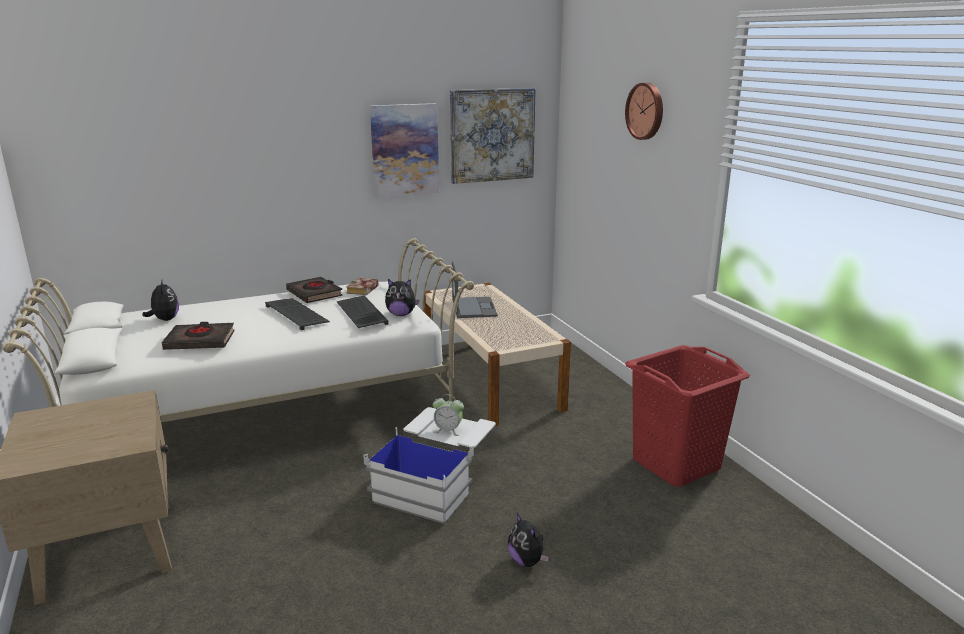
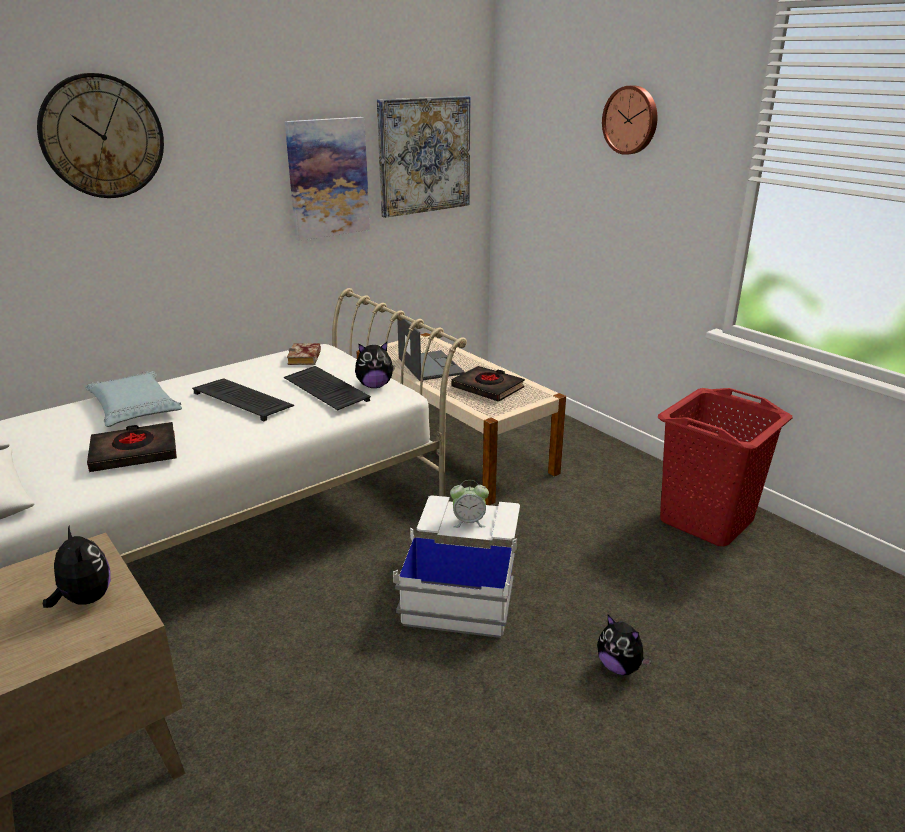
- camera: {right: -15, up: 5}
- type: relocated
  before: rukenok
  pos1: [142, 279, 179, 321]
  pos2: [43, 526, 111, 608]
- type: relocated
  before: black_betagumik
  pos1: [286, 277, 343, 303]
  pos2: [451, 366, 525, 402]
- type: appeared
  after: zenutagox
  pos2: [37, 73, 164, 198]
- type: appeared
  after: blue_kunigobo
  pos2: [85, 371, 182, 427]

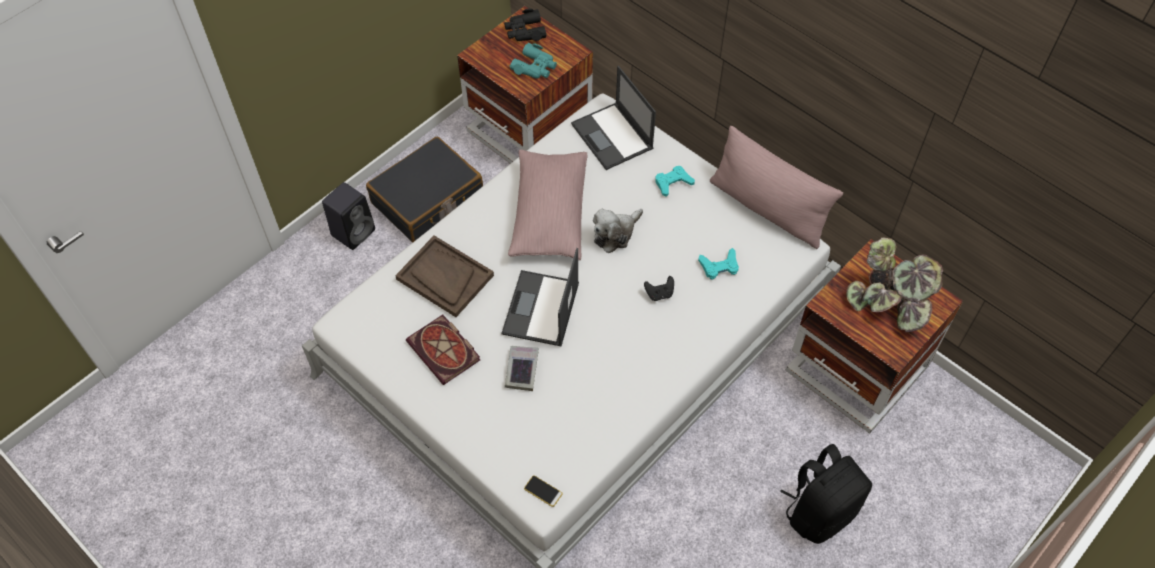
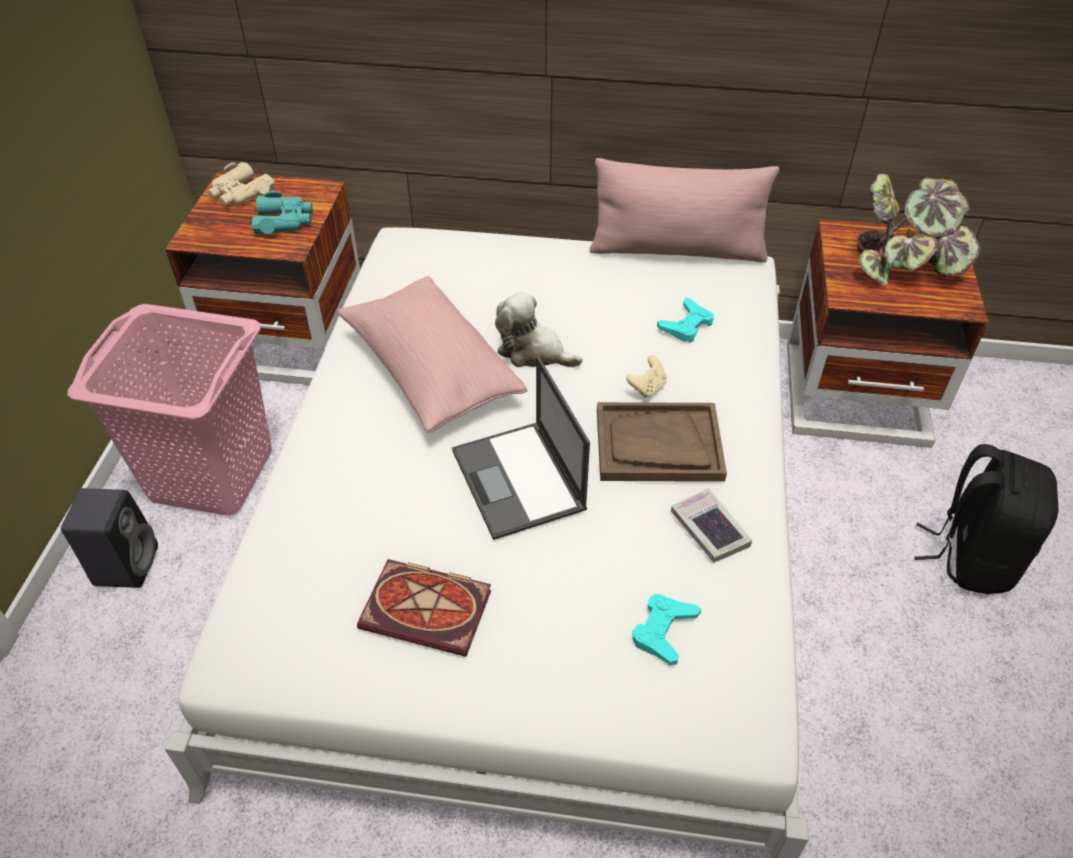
- camera: {right: -35, up: -10}
- type: exchanged
  before: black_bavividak
  after: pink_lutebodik
  pos1: [366, 137, 483, 243]
  pos2: [68, 304, 272, 516]
- type: relocated
  before: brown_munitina
  pos1: [395, 236, 494, 317]
  pos2: [597, 402, 727, 482]
- type: colour
  before: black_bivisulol
  after: beige_bivisulol
  pos1: [504, 9, 547, 41]
  pos2: [207, 162, 275, 206]
- type: relocated
  before: betagumik
  pos1: [505, 346, 539, 391]
  pos2: [671, 488, 752, 563]
- type: missing
  before: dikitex
  pos1: [524, 475, 563, 507]
- type: missing
  before: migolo
  pos1: [571, 66, 656, 170]
- type: spun
  before: rukenok
  pos1: [593, 209, 643, 253]
  pos2: [495, 291, 583, 367]
  turn: 105
- type: colour
  before: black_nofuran
  after: beige_nofuran
  pos1: [644, 276, 674, 301]
  pos2: [626, 355, 666, 398]
- type: relocated
  before: turquoise_nofuran
  pos1: [655, 166, 695, 197]
  pos2: [632, 594, 701, 665]

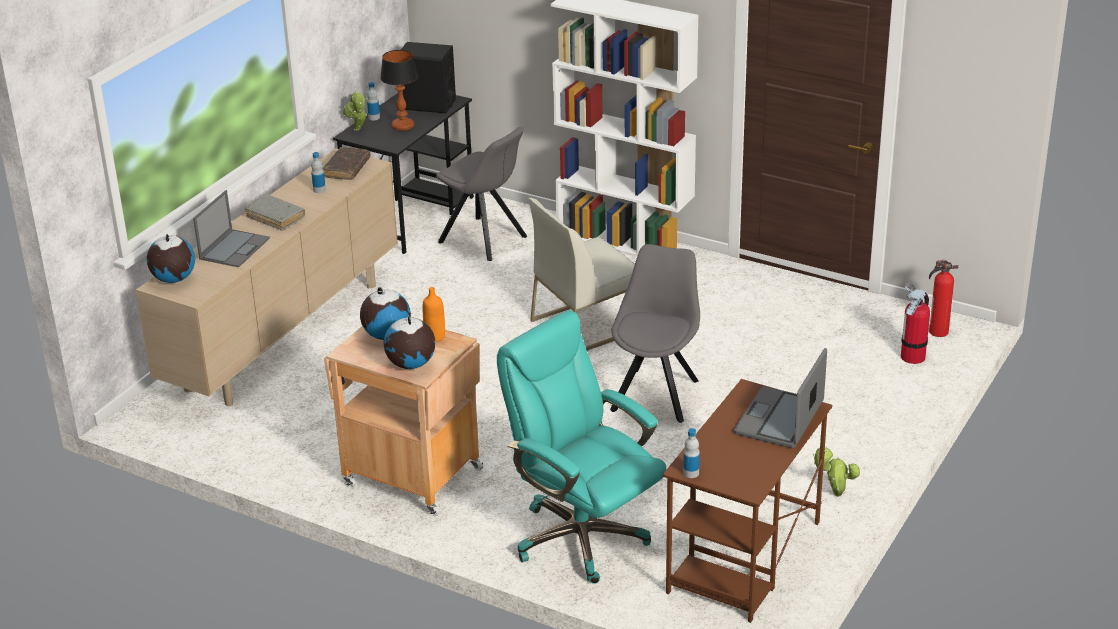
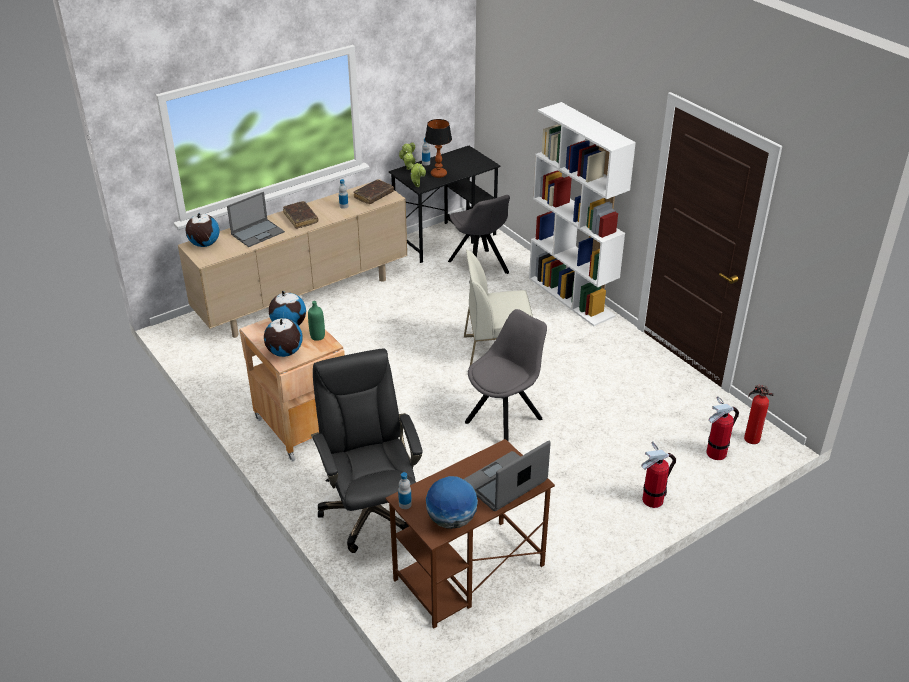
- camera: {right: 25, up: 5}
- type: colour
  before: grey_betagumik
  after: brown_betagumik
  pos1: [246, 195, 305, 231]
  pos2: [283, 201, 318, 229]
- type: missing
  before: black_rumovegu
  pos1: [401, 42, 456, 113]
- type: colour
  before: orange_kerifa
  after: green_kerifa
  pos1: [423, 287, 445, 342]
  pos2: [308, 301, 325, 341]
- type: colour
  before: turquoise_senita
  after: black_senita
  pos1: [497, 310, 666, 584]
  pos2: [311, 348, 423, 553]
- type: relocated
  before: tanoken
  pos1: [813, 447, 860, 497]
  pos2: [404, 153, 426, 187]
- type: appeared
  after: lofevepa
  pos2: [426, 476, 478, 529]
- type: appeared
  after: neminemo
  pos2: [642, 442, 676, 508]

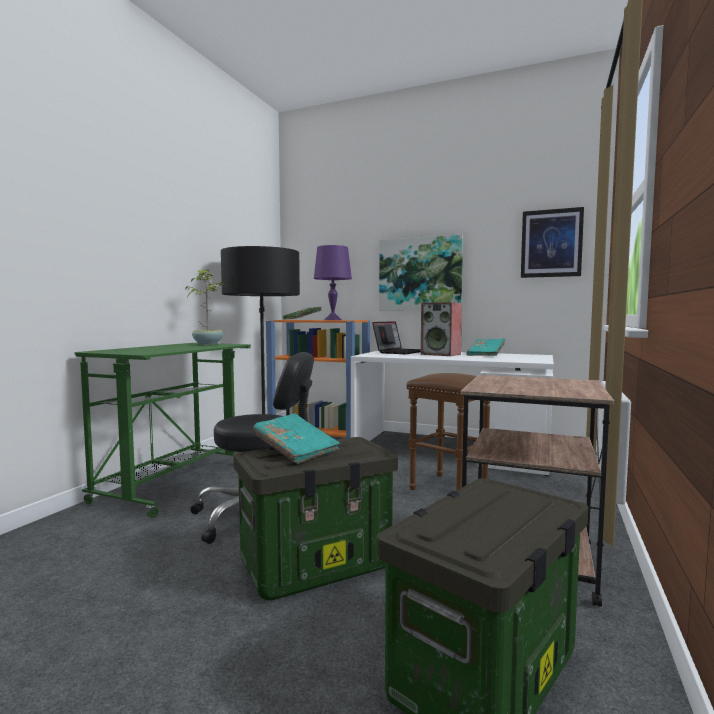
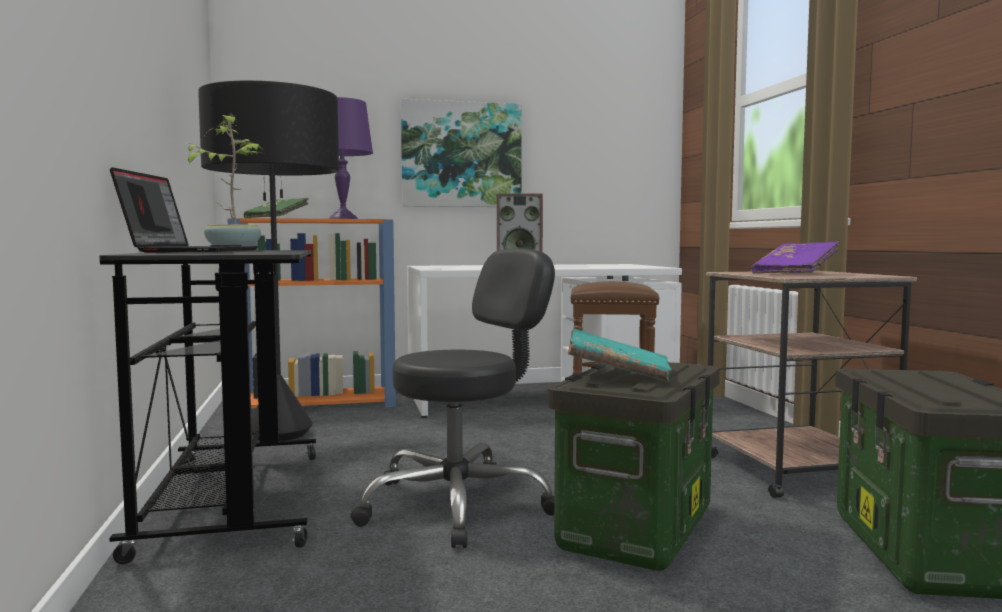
- camera: {right: -35, up: 0}
- type: colour
  before: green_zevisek
  after: black_zevisek
  pos1: [75, 343, 251, 518]
  pos2: [99, 250, 316, 564]
- type: relocated
  before: migolo
  pos1: [372, 321, 421, 354]
  pos2: [110, 167, 258, 253]
- type: missing
  before: turquoise_betagumik
  pos1: [466, 339, 505, 356]
- type: missing
  before: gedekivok
  pos1: [521, 207, 584, 278]
- type: appeared
  after: purple_betagumik
  pos2: [751, 241, 840, 274]

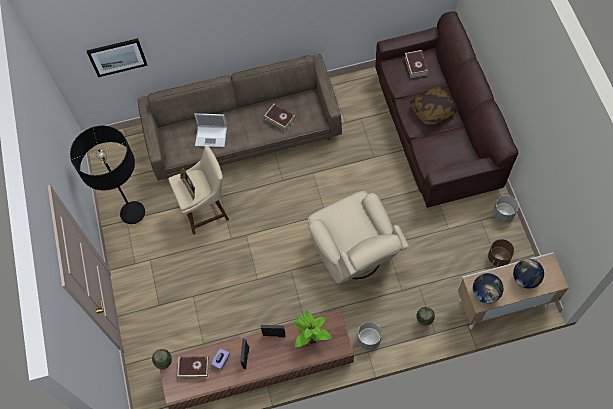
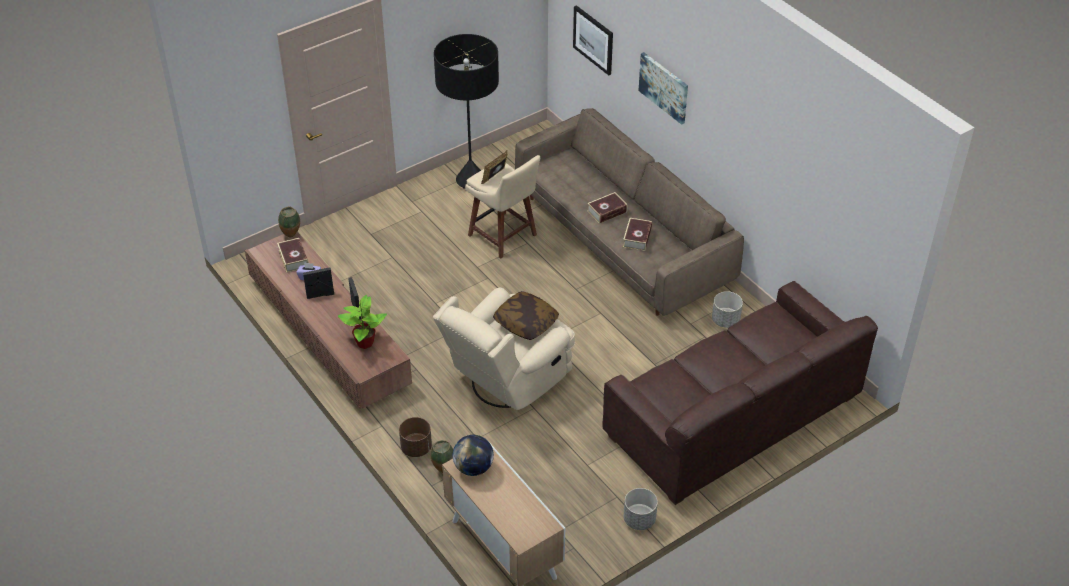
- camera: {right: 65, up: -20}
- type: missing
  before: migolo
  pos1: [194, 113, 227, 147]
- type: relocated
  before: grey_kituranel
  pos1: [358, 322, 382, 350]
  pos2: [712, 291, 743, 328]
- type: relocated
  before: betagumik
  pos1: [405, 50, 428, 78]
  pos2: [587, 192, 628, 224]
- type: relocated
  before: kunigobo
  pos1: [410, 86, 458, 126]
  pos2: [493, 291, 559, 340]
- type: relocated
  before: brown_kituranel
  pos1: [488, 239, 514, 267]
  pos2: [399, 417, 432, 457]
- type: missing
  before: lofevepa
  pos1: [513, 259, 544, 289]
- type: appeared
  after: gedekivok
  pos2: [638, 52, 688, 125]

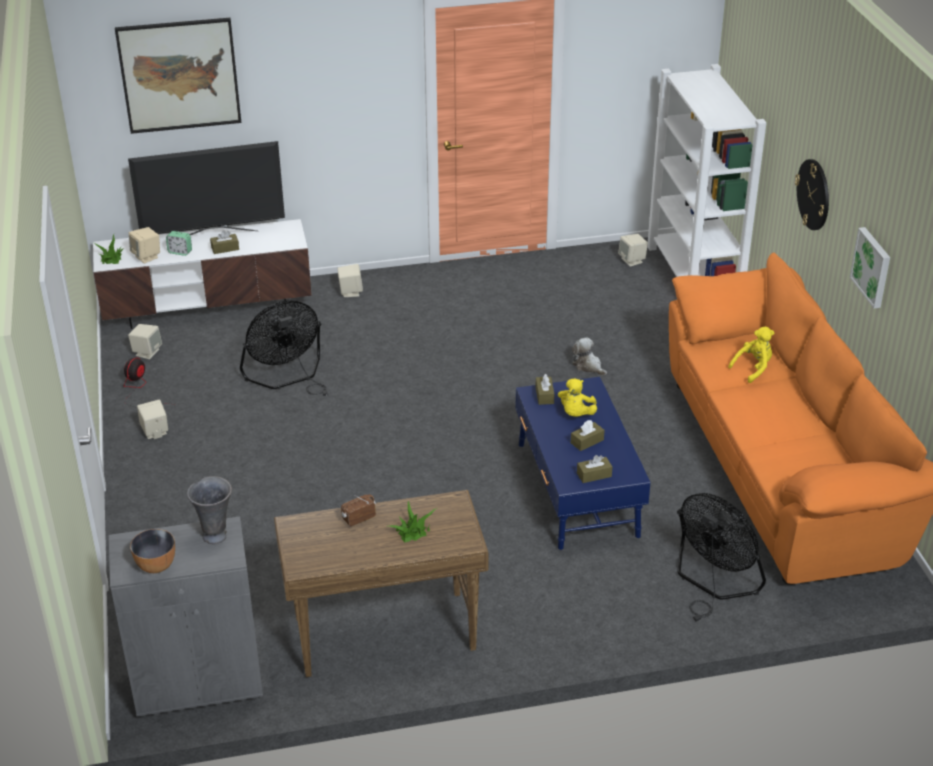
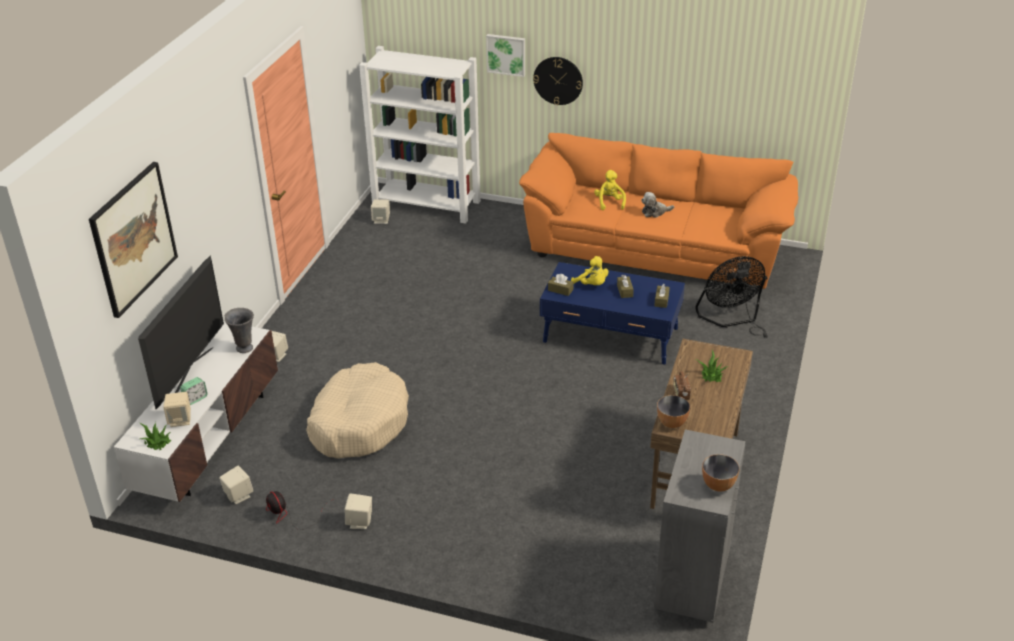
- camera: {right: -60, up: 0}
- type: relocated
  before: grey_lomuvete
  pos1: [187, 476, 232, 544]
  pos2: [225, 308, 254, 353]
- type: missing
  before: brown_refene
  pos1: [210, 230, 239, 254]
- type: exchanged
  before: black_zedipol
  after: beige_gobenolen
  pos1: [240, 300, 328, 396]
  pos2: [306, 362, 409, 459]
- type: relocated
  before: rukenok
  pos1: [572, 337, 607, 376]
  pos2: [641, 192, 674, 218]
- type: relocated
  before: gedekivok
  pos1: [850, 227, 890, 309]
  pos2: [486, 34, 525, 77]
- type: appeared
  after: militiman
  pos2: [657, 395, 690, 428]

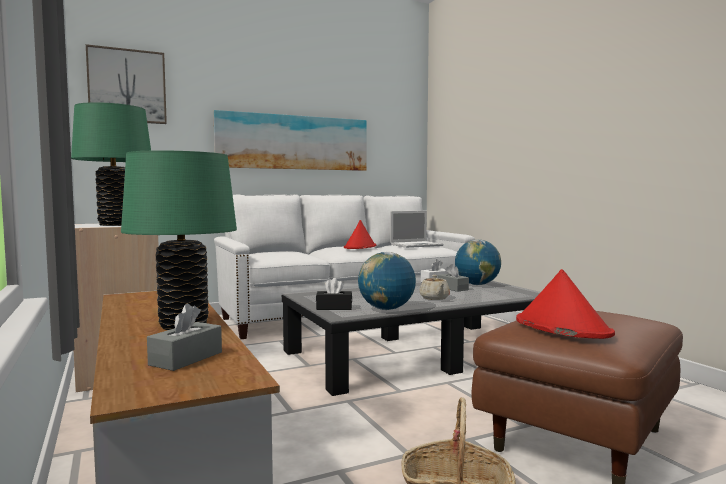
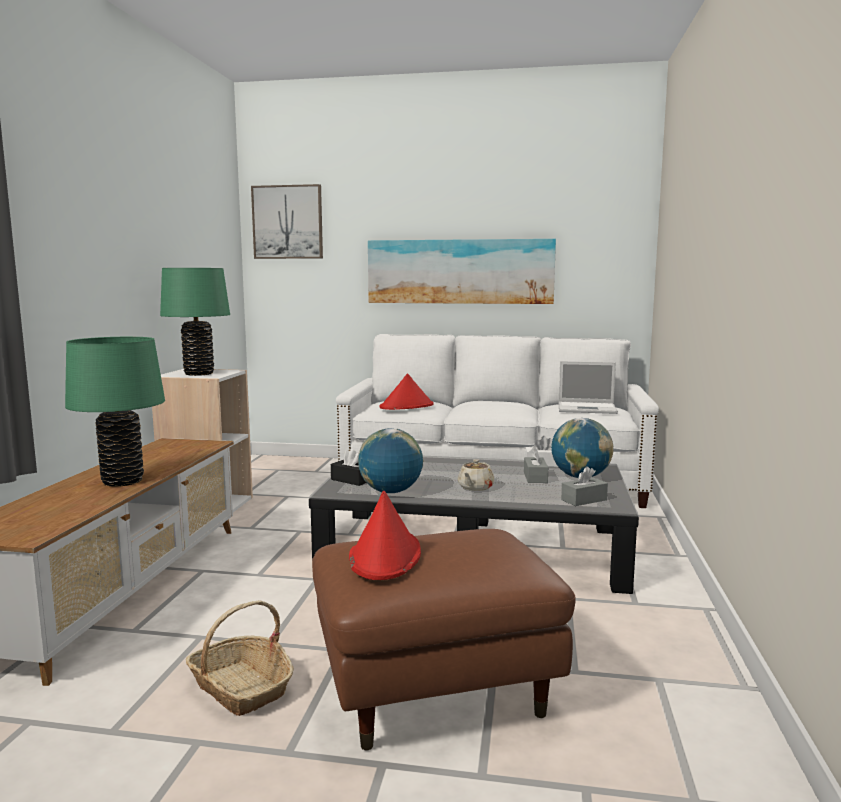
- camera: {right: 35, up: 5}
- type: relocated
  before: grey_refene
  pos1: [147, 304, 222, 371]
  pos2: [561, 466, 608, 506]
- type: relocated
  before: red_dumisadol
  pos1: [344, 220, 376, 249]
  pos2: [380, 374, 434, 410]

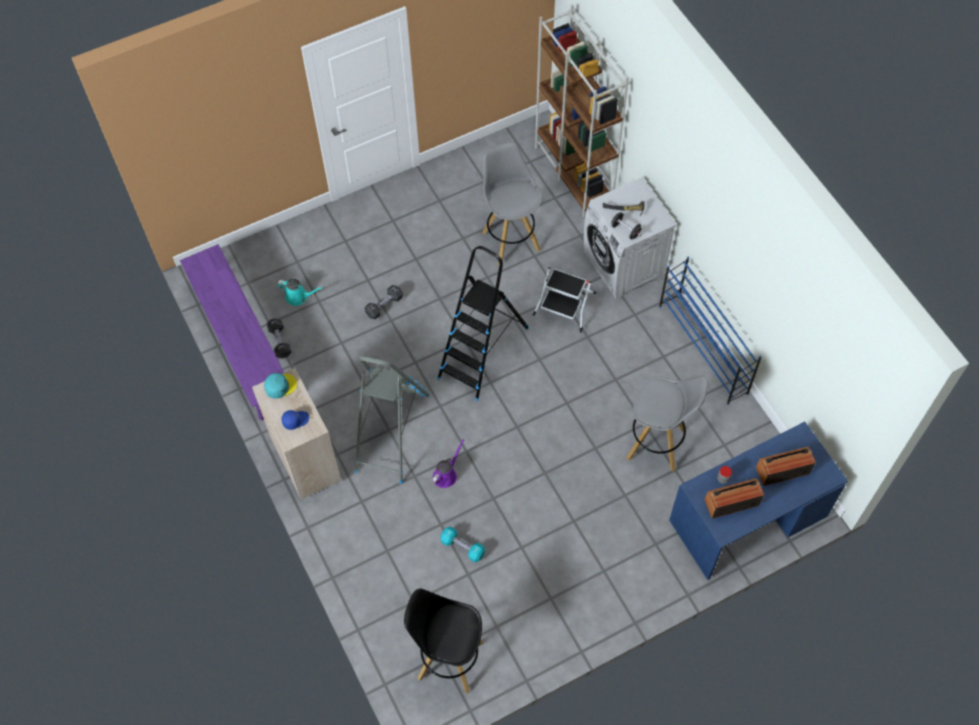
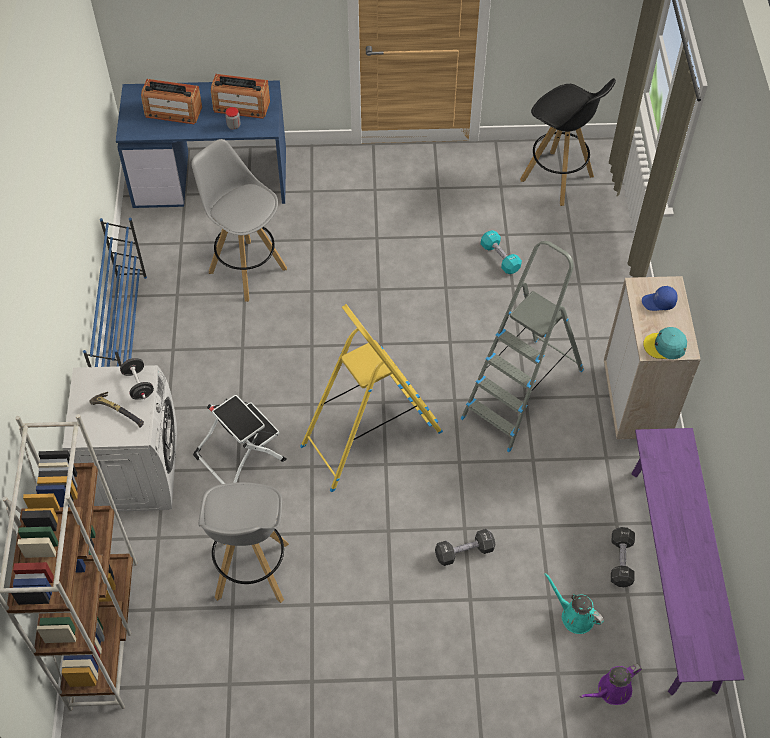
- camera: {right: -155, up: -5}
- type: relocated
  before: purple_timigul
  pos1: [432, 439, 465, 488]
  pos2: [580, 664, 642, 705]
- type: colour
  before: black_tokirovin
  after: yellow_tokirovin
  pos1: [437, 246, 529, 401]
  pos2: [300, 304, 443, 492]

